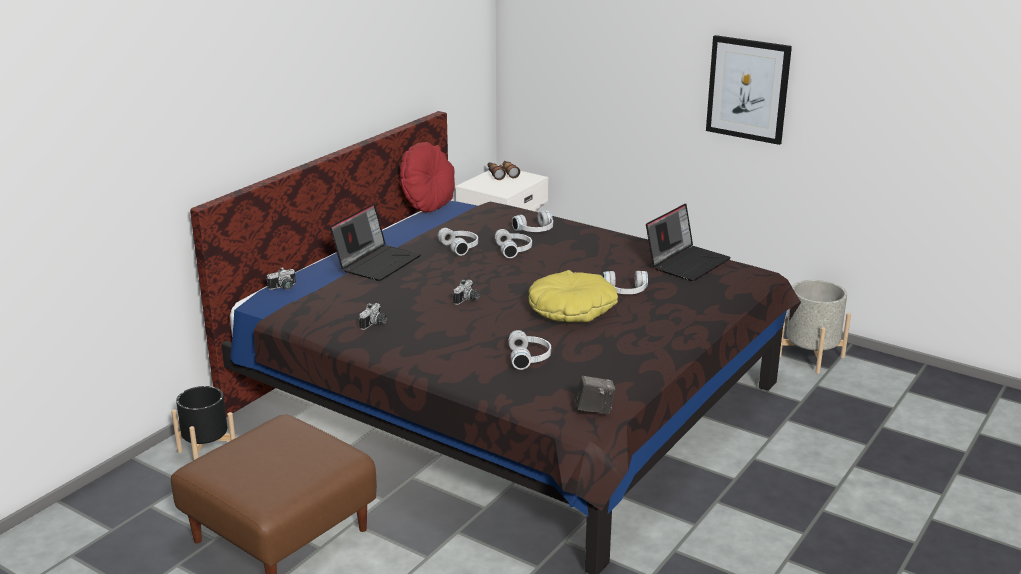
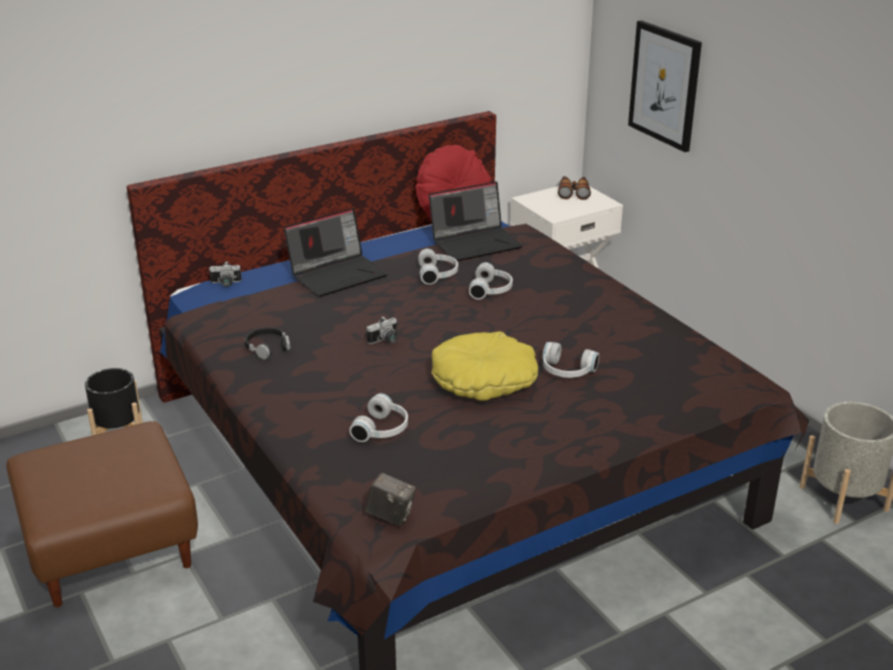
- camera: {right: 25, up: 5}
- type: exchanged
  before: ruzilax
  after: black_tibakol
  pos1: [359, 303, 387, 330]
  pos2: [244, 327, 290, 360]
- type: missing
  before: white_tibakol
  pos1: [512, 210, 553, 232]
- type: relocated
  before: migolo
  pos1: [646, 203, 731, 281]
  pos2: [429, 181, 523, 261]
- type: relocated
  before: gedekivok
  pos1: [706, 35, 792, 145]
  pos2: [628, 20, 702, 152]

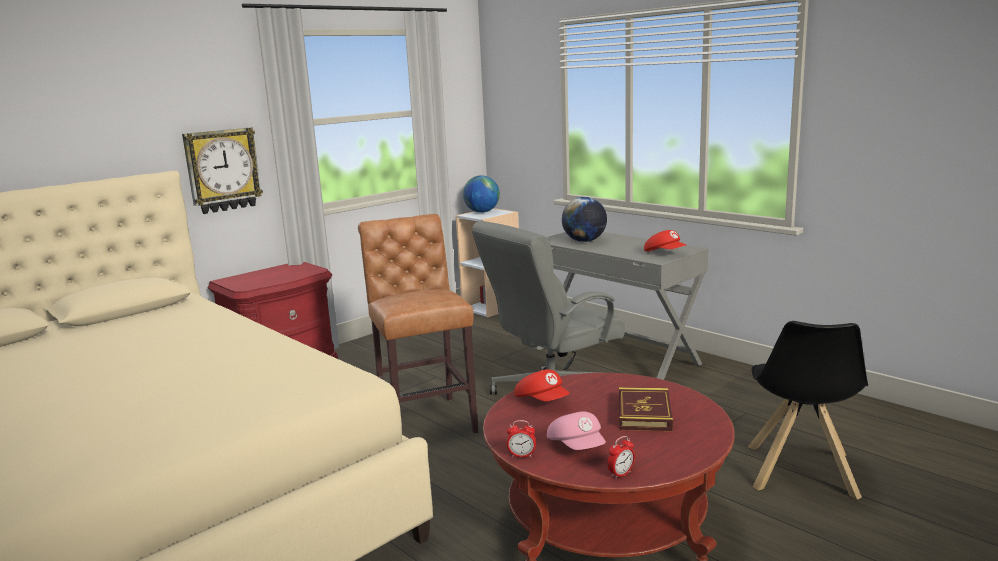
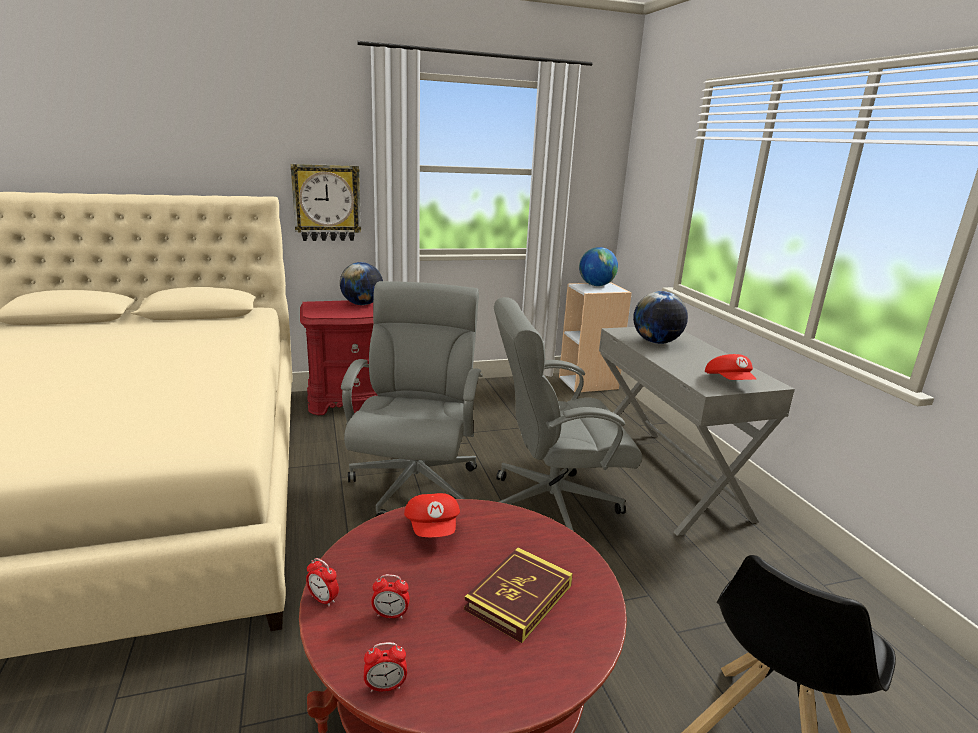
- camera: {right: 25, up: 5}
- type: exchanged
  before: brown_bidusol
  after: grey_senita
  pos1: [358, 214, 478, 433]
  pos2: [341, 281, 483, 516]
- type: exchanged
  before: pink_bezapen
  after: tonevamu
  pos1: [547, 411, 606, 450]
  pos2: [371, 574, 410, 619]
- type: appeared
  after: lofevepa
  pos2: [340, 262, 383, 305]

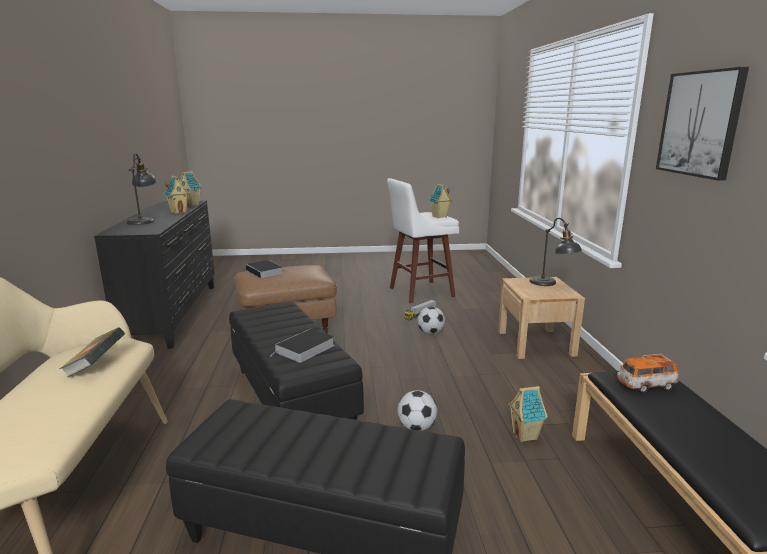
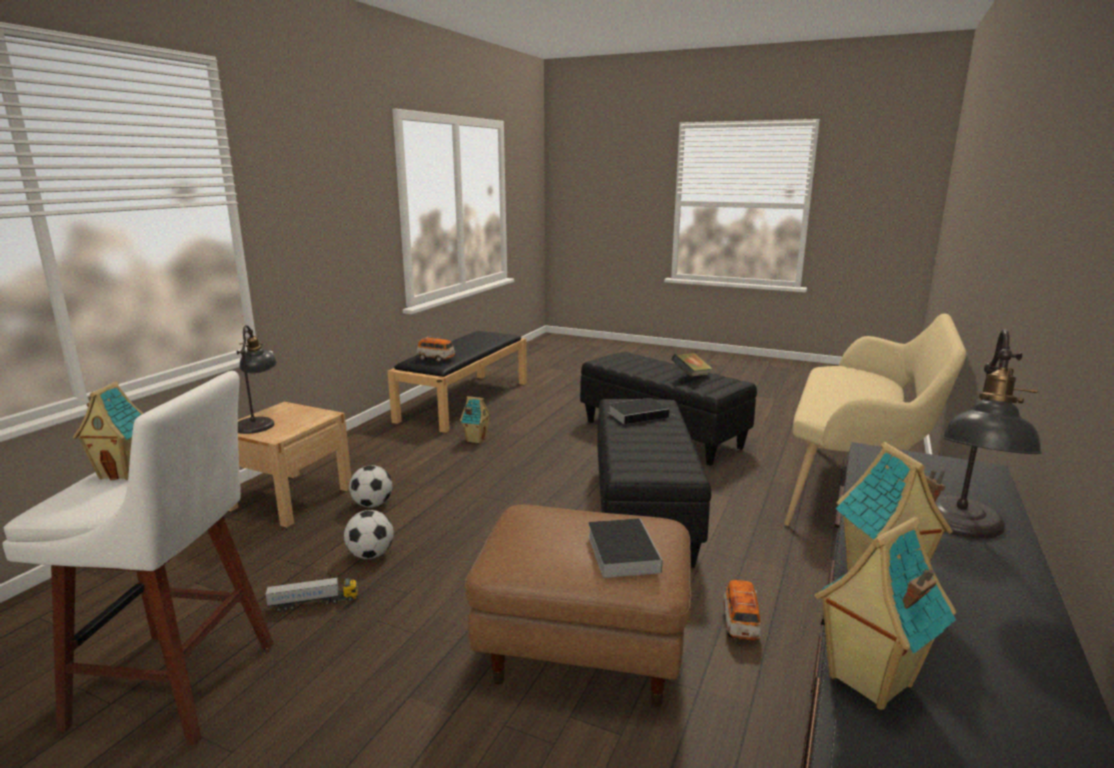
- camera: {right: -150, up: 0}
- type: relocated
  before: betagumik
  pos1: [59, 327, 125, 377]
  pos2: [671, 353, 713, 377]
- type: relocated
  before: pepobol
  pos1: [397, 390, 437, 431]
  pos2: [349, 465, 392, 507]
- type: missing
  before: gedekivok
  pos1: [656, 67, 749, 181]
- type: appeared
  after: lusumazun
  pos2: [723, 580, 762, 640]

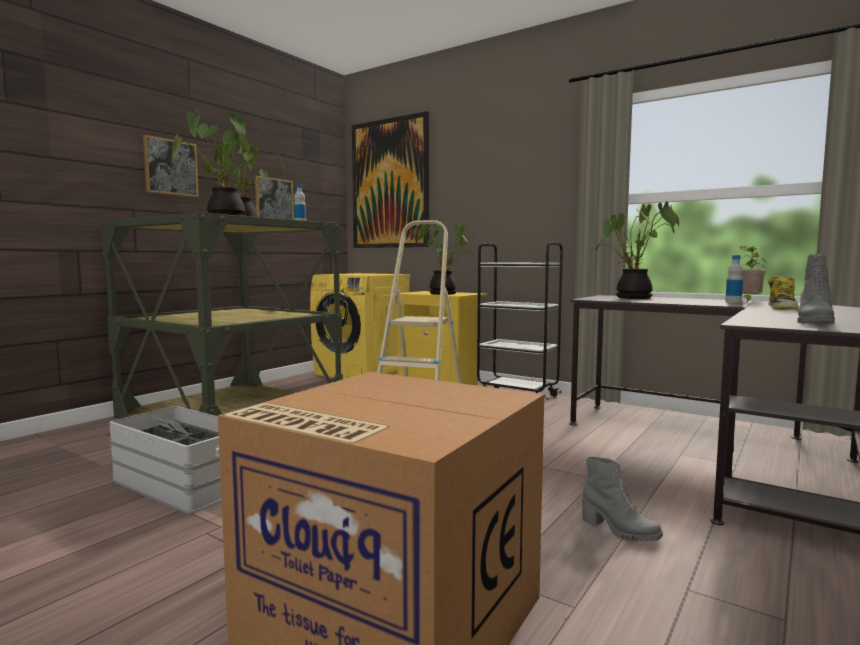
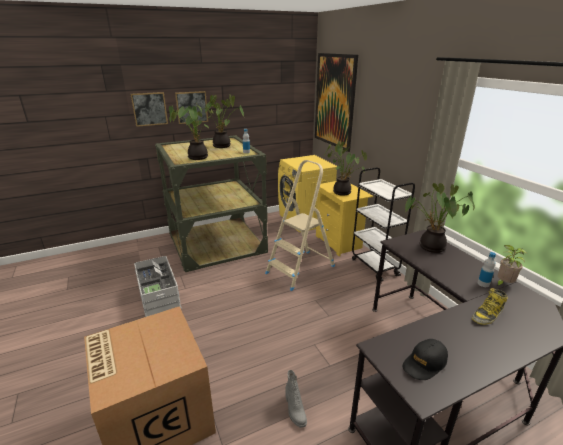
- camera: {right: 30, up: 20}
- type: relocated
  before: gedekivok
  pos1: [255, 176, 294, 220]
  pos2: [131, 92, 168, 127]
- type: exchanged
  before: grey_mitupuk
  after: black_bezapen
  pos1: [797, 253, 835, 324]
  pos2: [403, 339, 448, 380]

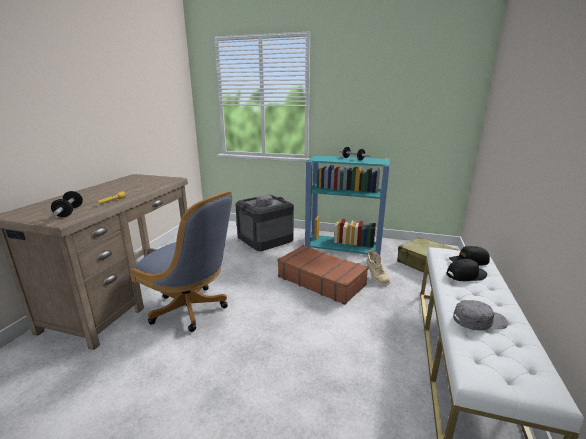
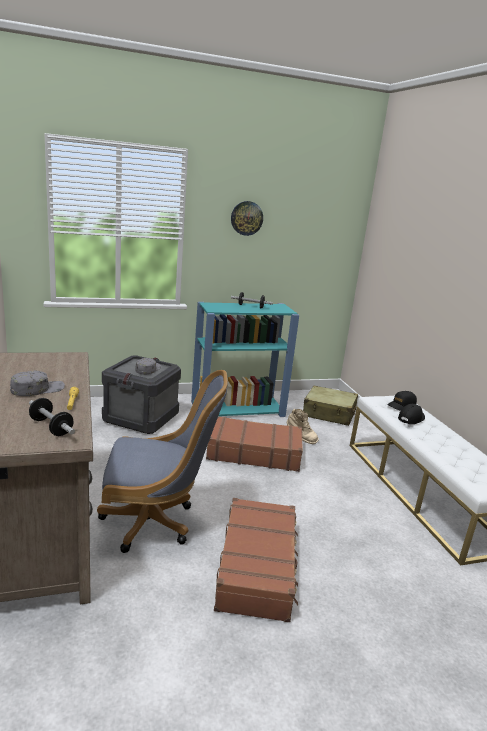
- camera: {right: -35, up: 0}
- type: relocated
  before: grey_bezapen
  pos1: [453, 300, 508, 331]
  pos2: [10, 371, 65, 396]
- type: appeared
  after: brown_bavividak
  pos2: [214, 498, 298, 622]
- type: appeared
  after: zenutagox
  pos2: [231, 201, 263, 236]

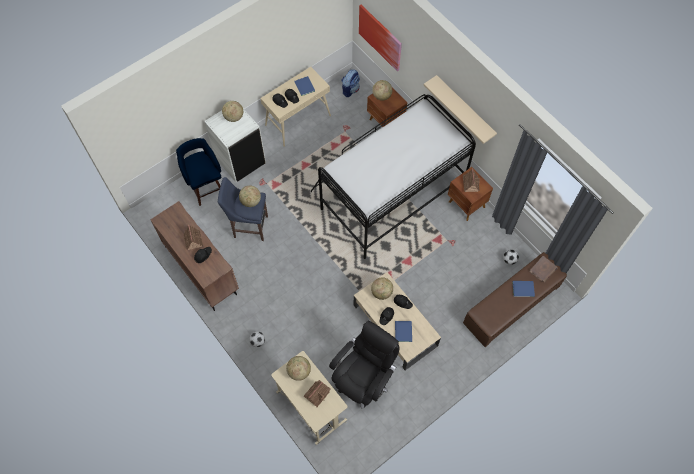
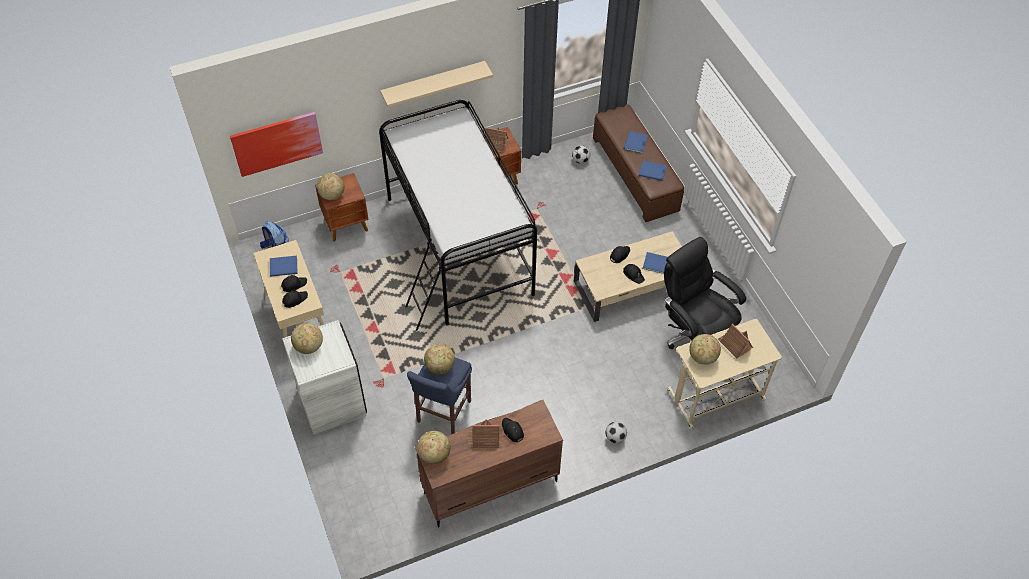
- camera: {right: -75, up: -10}
- type: missing
  before: blue_bidusol
  pos1: [176, 138, 221, 206]
- type: relocated
  before: lofevepa
  pos1: [371, 277, 393, 300]
  pos2: [417, 431, 451, 464]
- type: missing
  before: brown_betagumik
  pos1: [529, 256, 557, 282]
- type: appeared
  after: blue_betagumik
  pos2: [639, 161, 667, 181]

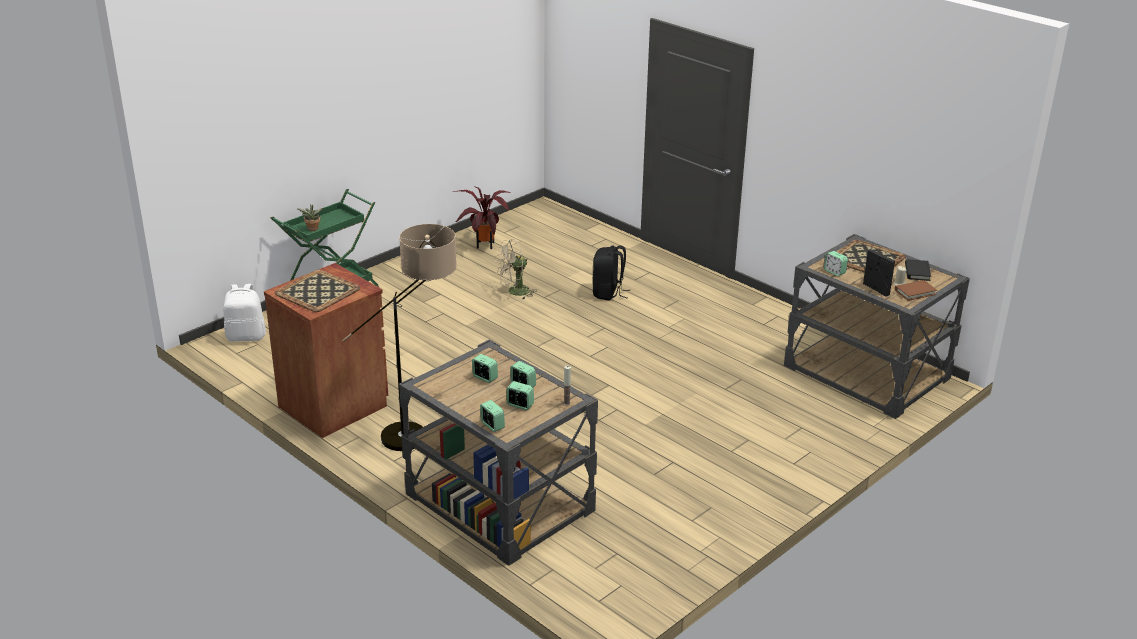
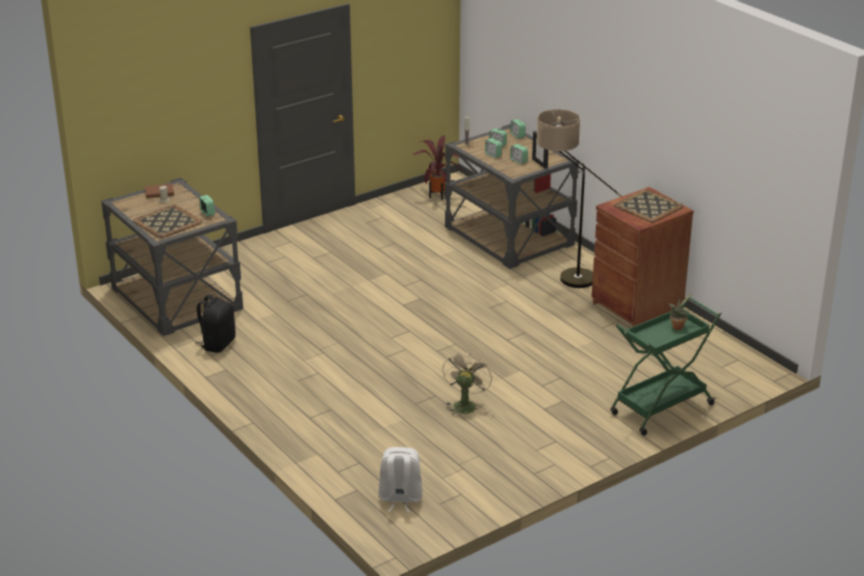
- camera: {right: -170, up: 0}
- type: relocated
  before: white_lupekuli
  pos1: [223, 284, 266, 342]
  pos2: [379, 447, 422, 513]
- type: relocated
  before: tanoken
  pos1: [454, 186, 511, 249]
  pos2: [413, 135, 466, 200]
- type: spun
  before: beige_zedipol
  pos1: [496, 239, 536, 300]
  pos2: [442, 350, 493, 417]
  turn: -60
- type: relocated
  before: black_lupekuli
  pos1: [593, 245, 631, 300]
  pos2: [195, 294, 236, 353]
- type: relocated
  before: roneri
  pos1: [863, 249, 895, 296]
  pos2: [532, 131, 549, 169]
- type: missing
  before: black_betagumik
  pos1: [905, 259, 931, 281]

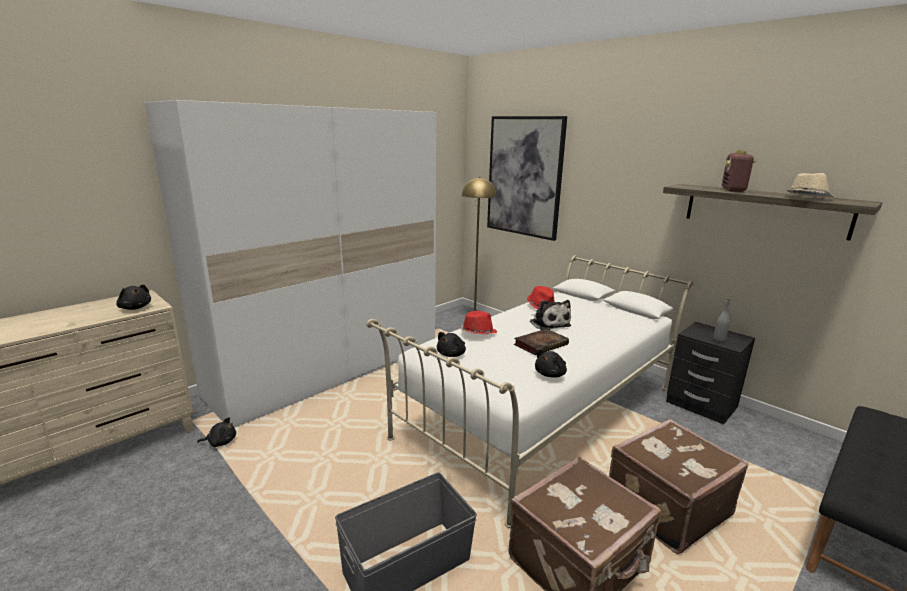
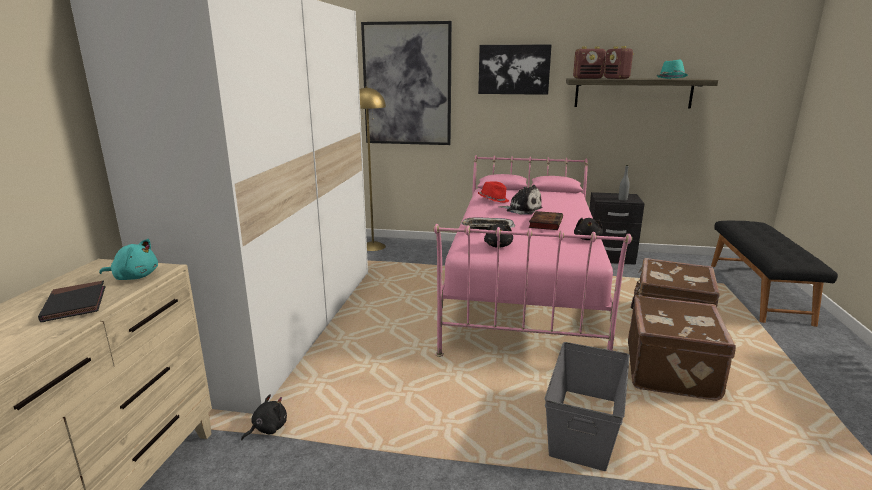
- camera: {right: -35, up: 0}
- type: colour
  before: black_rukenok
  after: turquoise_rukenok
  pos1: [116, 284, 151, 310]
  pos2: [99, 239, 158, 280]
- type: colour
  before: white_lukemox
  after: pink_lukemox
  pos1: [366, 255, 693, 528]
  pos2: [433, 155, 632, 357]
- type: exchanged
  before: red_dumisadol
  after: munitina
  pos1: [460, 311, 497, 335]
  pos2: [461, 217, 515, 230]
- type: colour
  before: beige_dumisadol
  after: turquoise_dumisadol
  pos1: [786, 173, 835, 197]
  pos2: [657, 59, 688, 79]
- type: appeared
  after: black_betagumik
  pos2: [38, 281, 106, 322]
- type: appeared
  after: gedekivok
  pos2: [478, 44, 552, 95]
- type: appeared
  after: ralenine
  pos2: [573, 46, 606, 79]

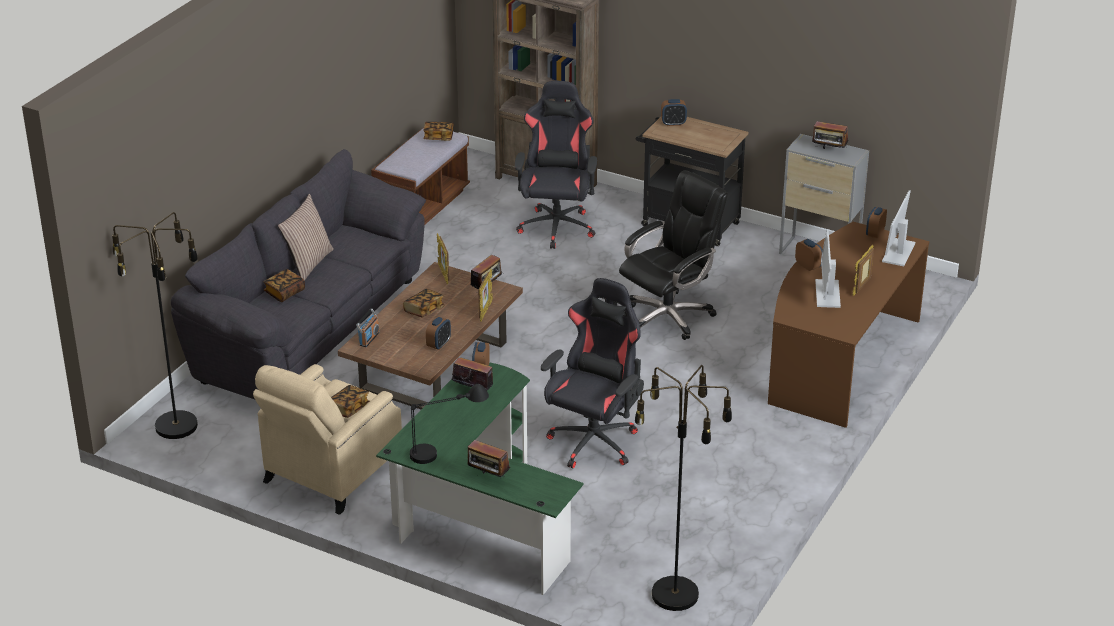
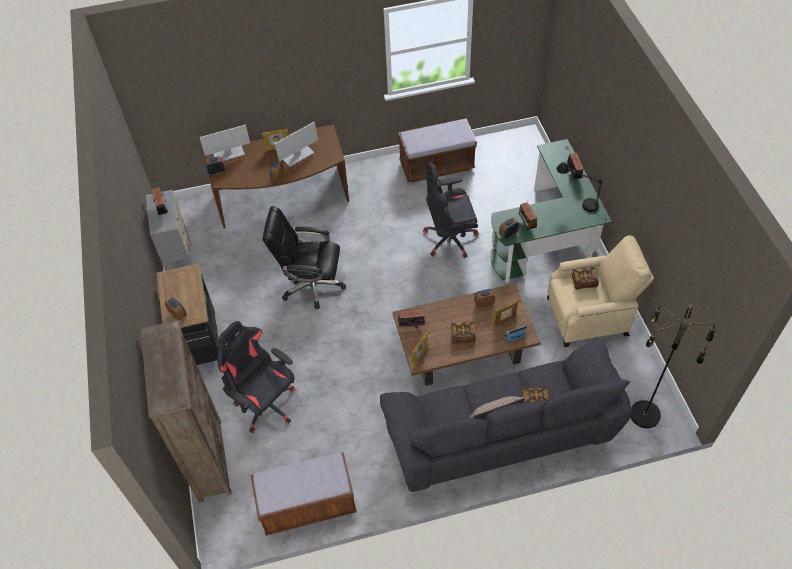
- camera: {right: -130, up: 20}
- type: missing
  before: betagumik
  pos1: [423, 122, 453, 141]
- type: relocated
  before: roneri
  pos1: [478, 269, 493, 322]
  pos2: [492, 299, 519, 326]
- type: spun
  before: black_senita
  pos1: [515, 81, 597, 249]
  pos2: [217, 321, 295, 433]
  turn: 75
- type: missing
  before: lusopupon
  pos1: [635, 365, 732, 611]
- type: appeared
  after: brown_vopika
  pos2: [398, 118, 477, 183]

